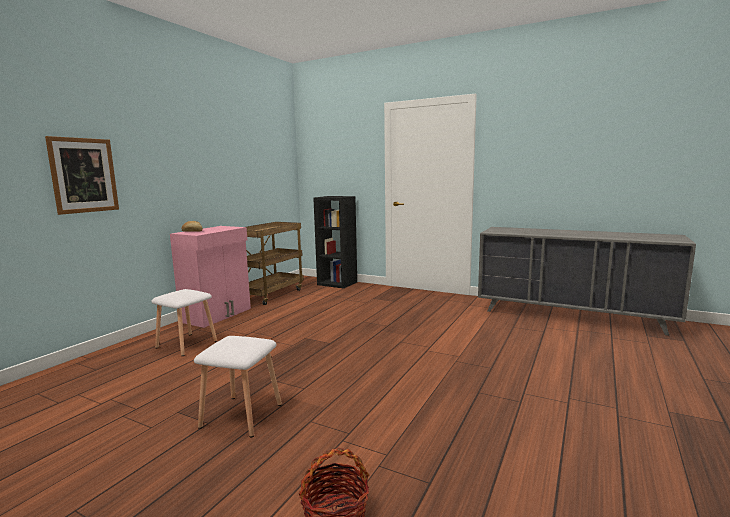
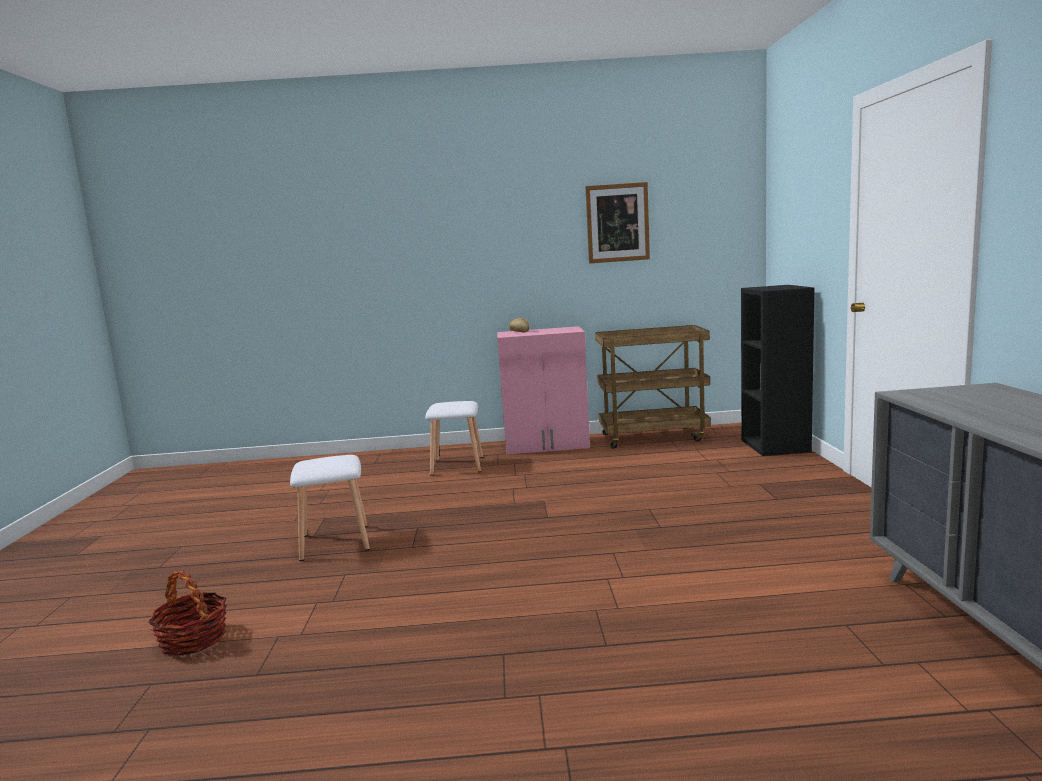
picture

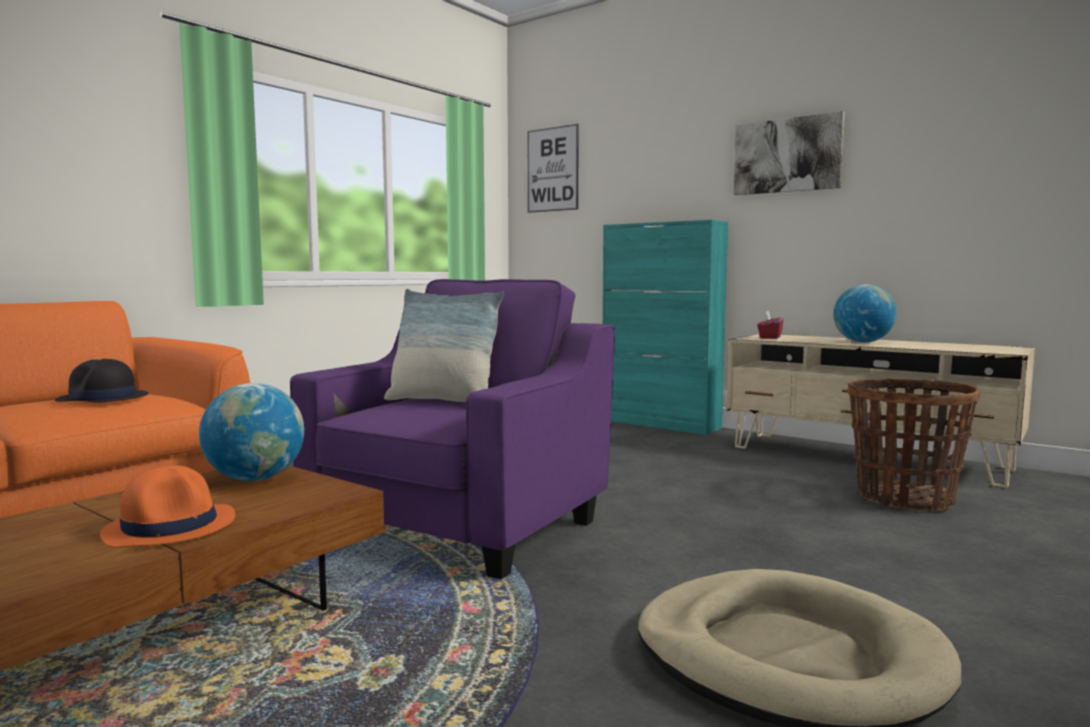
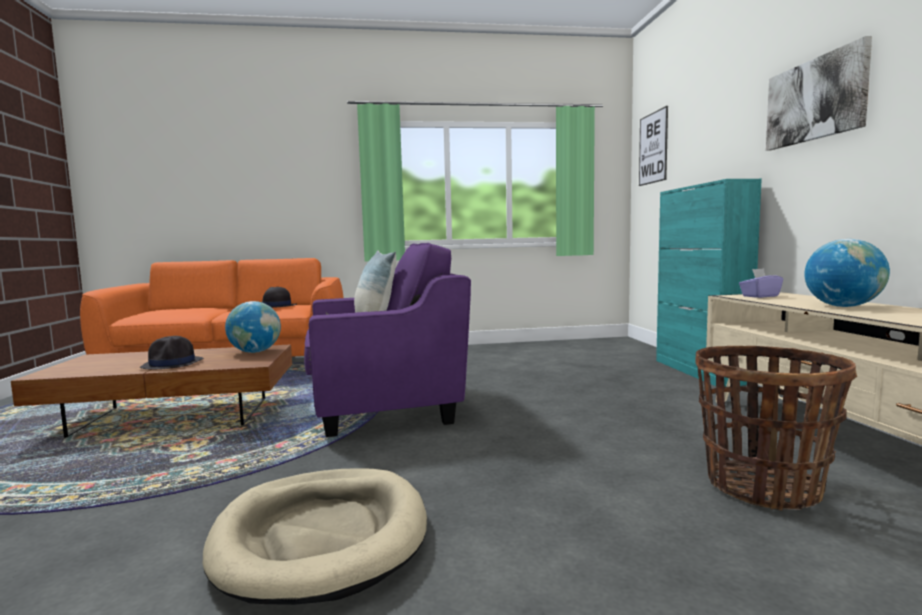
hat (black) (no. 1 from left)
tissue box (purple)

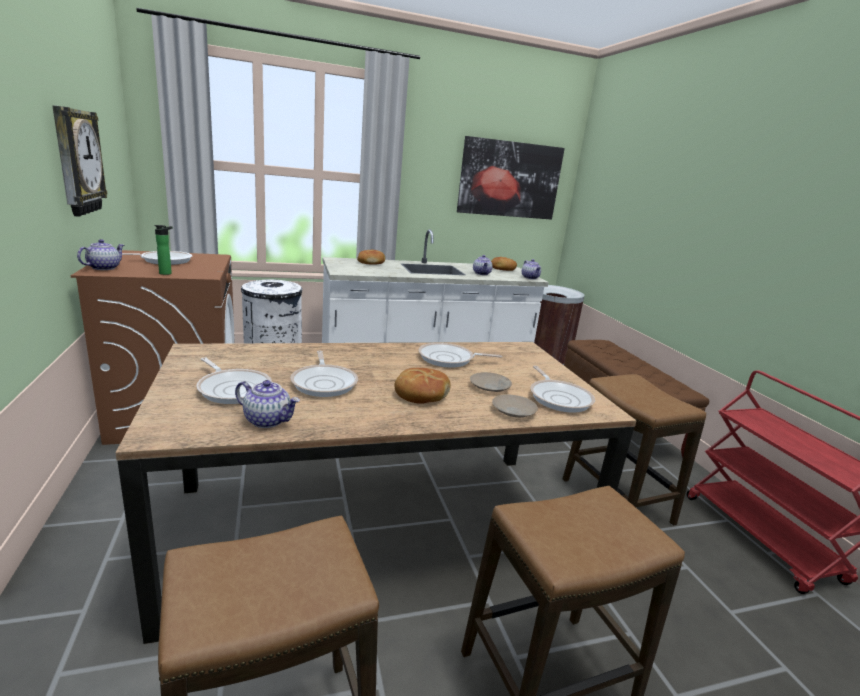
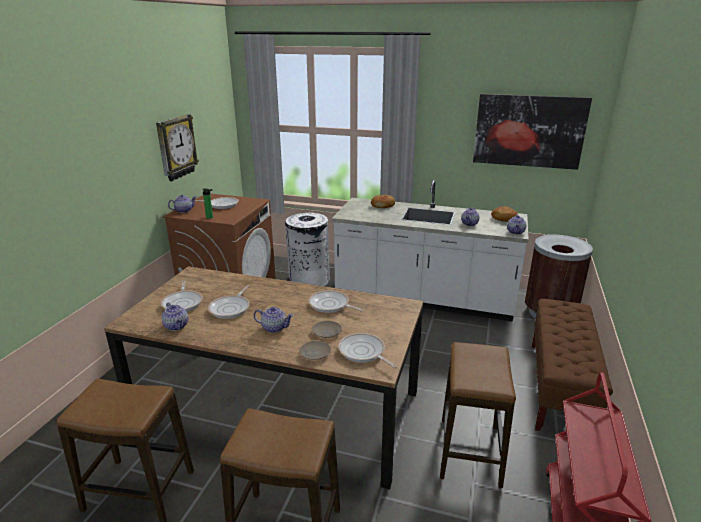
teapot (no. 3 from left)
frying pan (no. 5 from left)

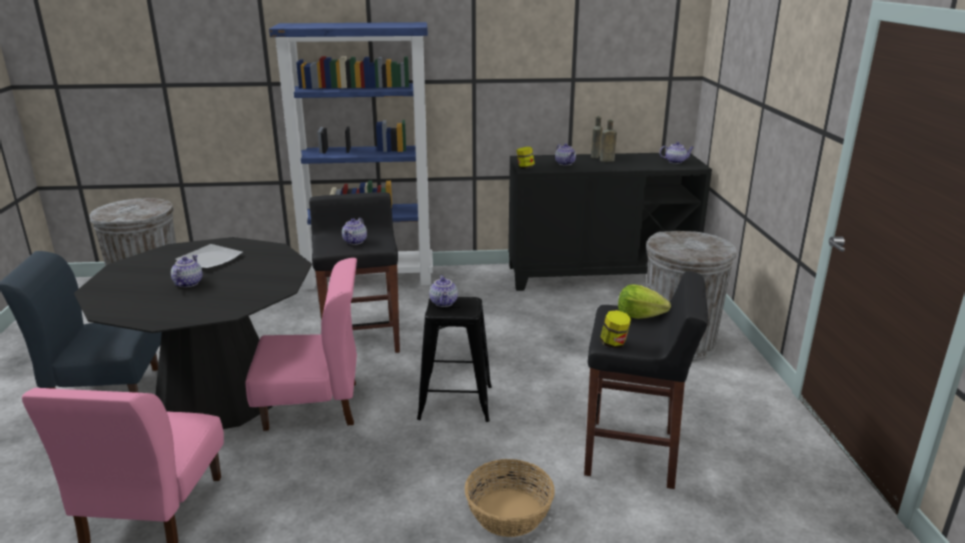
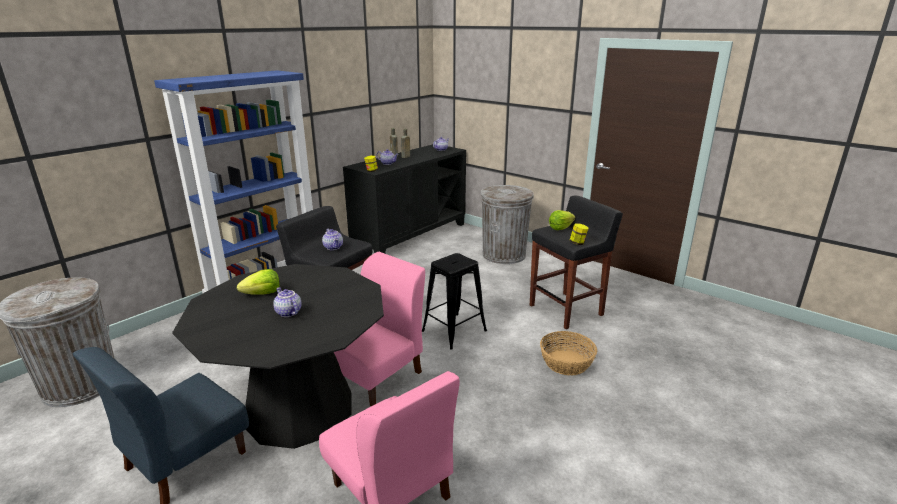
lettuce (no. 1 from left)
teapot (no. 3 from left in the first image)

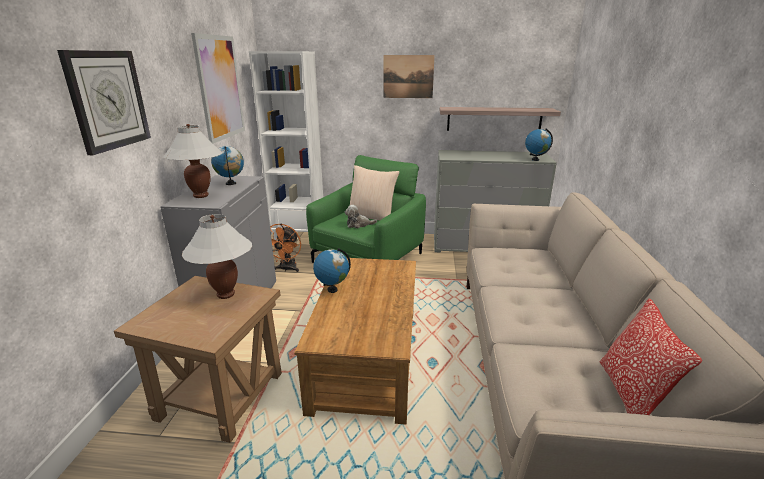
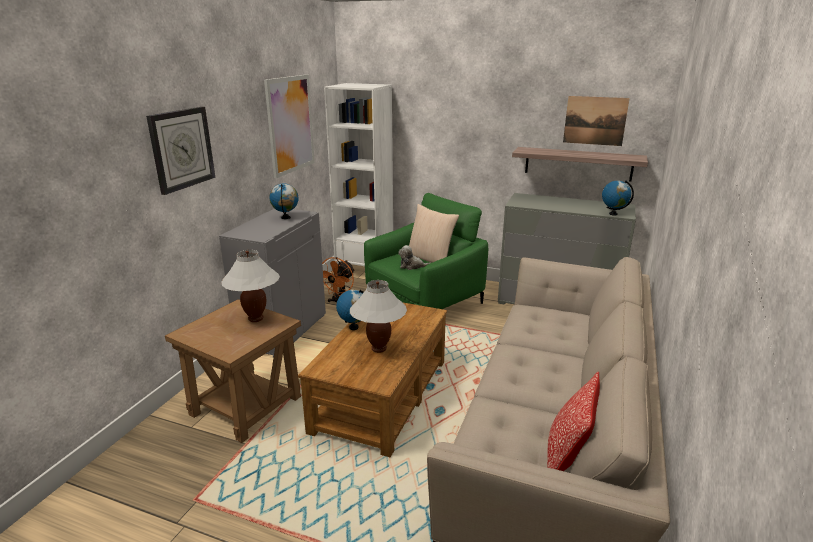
table lamp (white) (no. 2 from left)
picture (no. 2 from left)

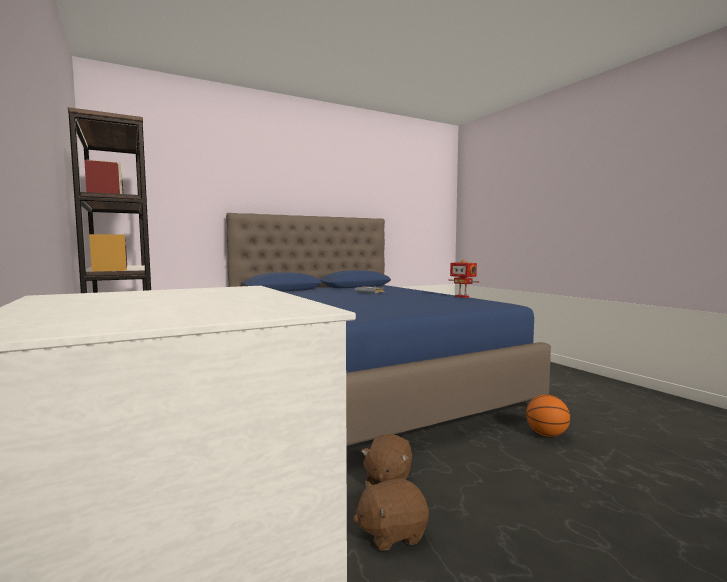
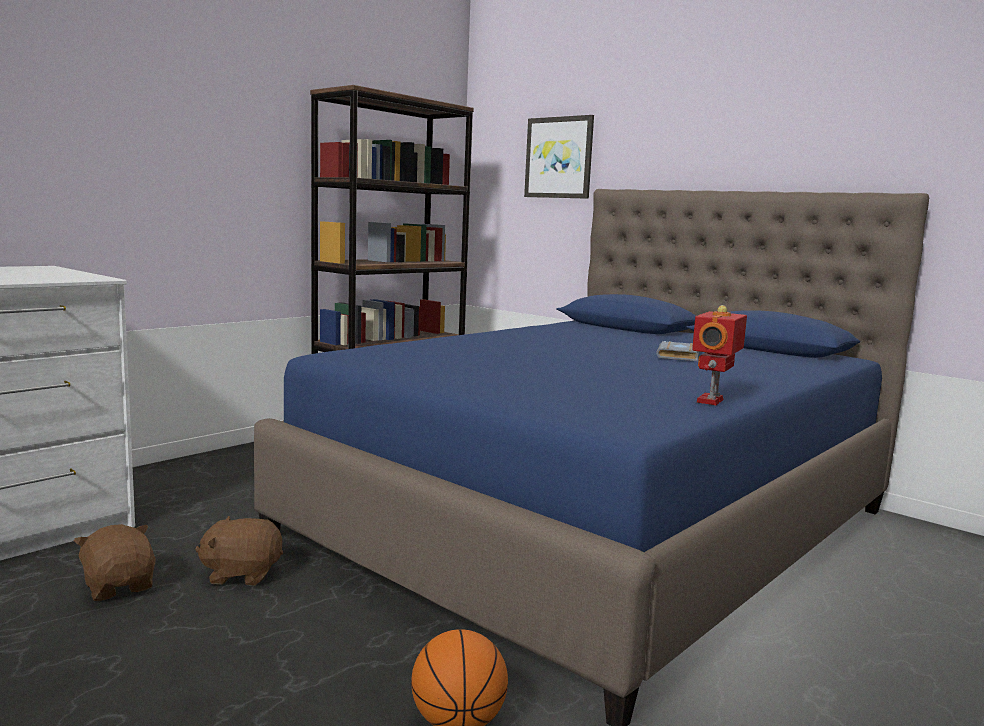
picture

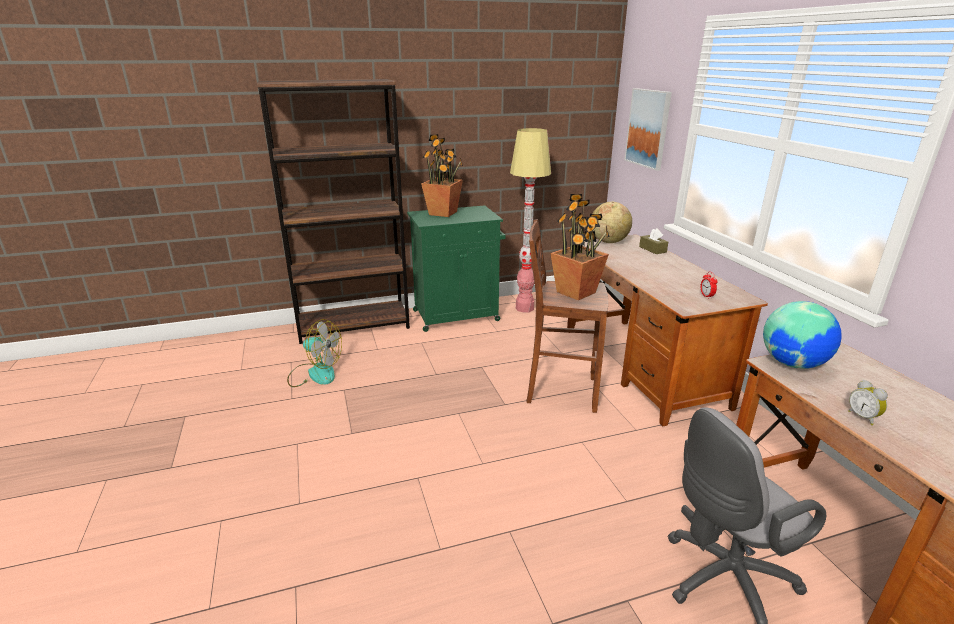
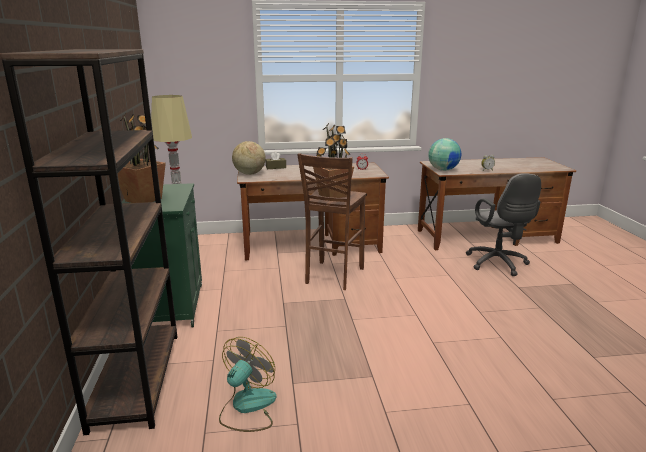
picture

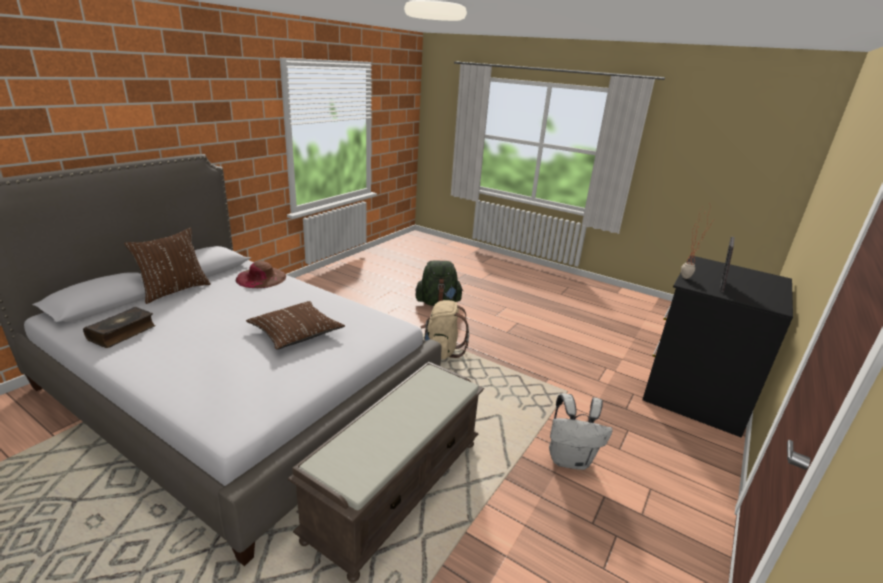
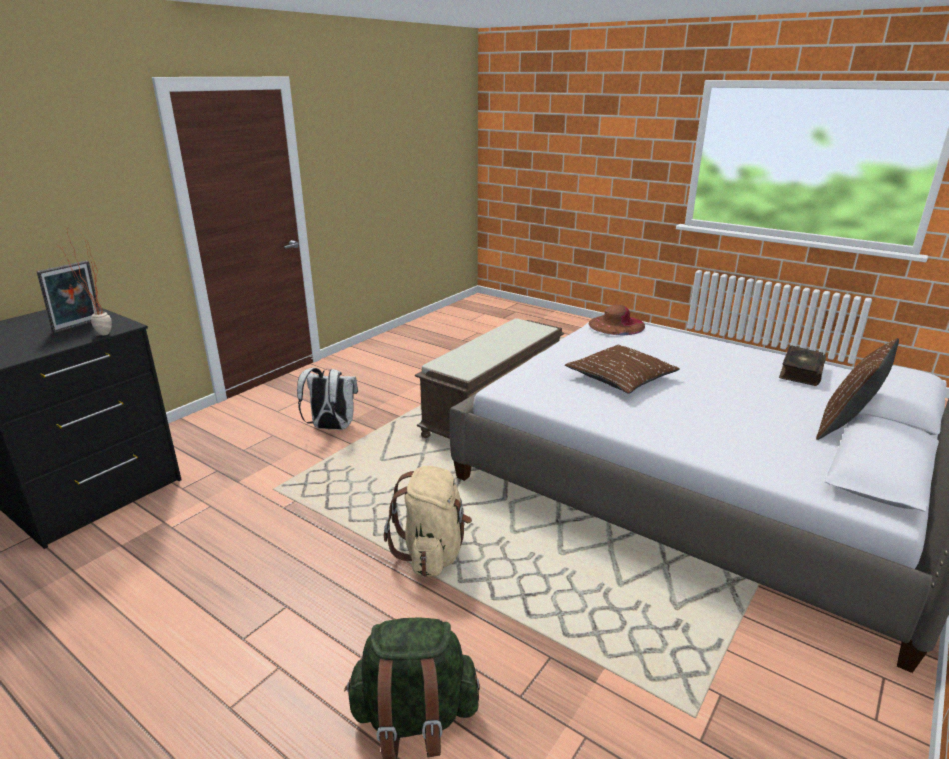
hat (brown)

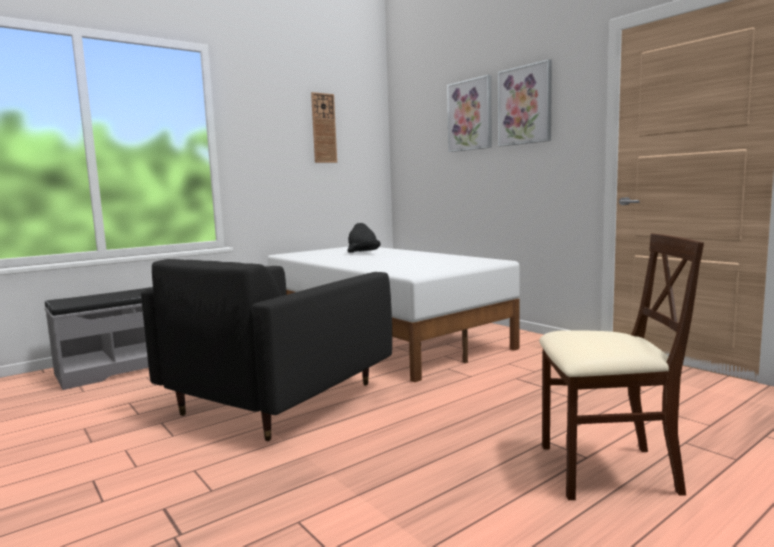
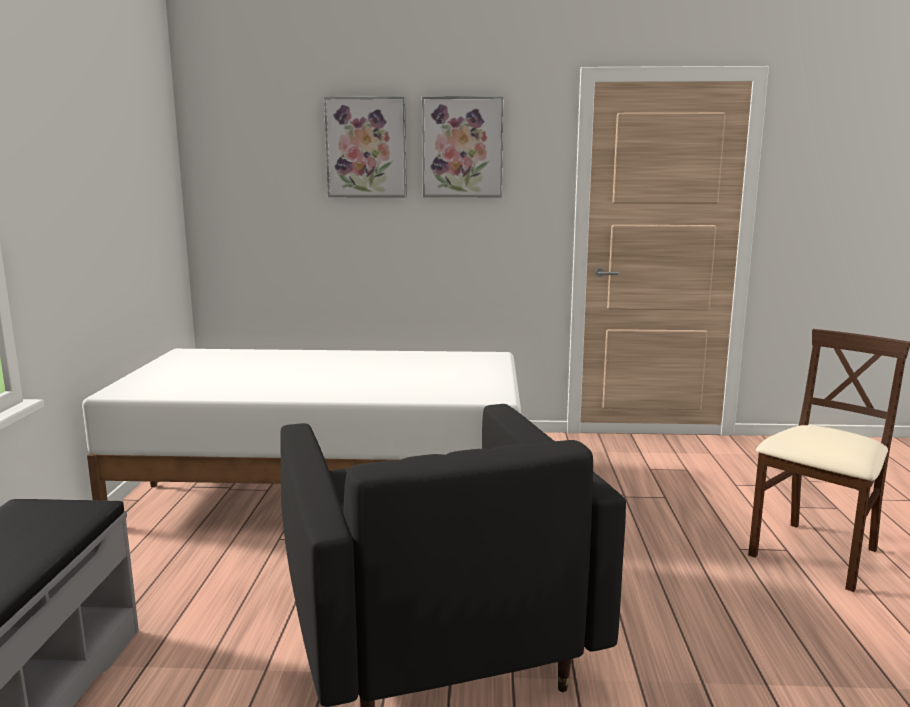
wall clock
hat (black)

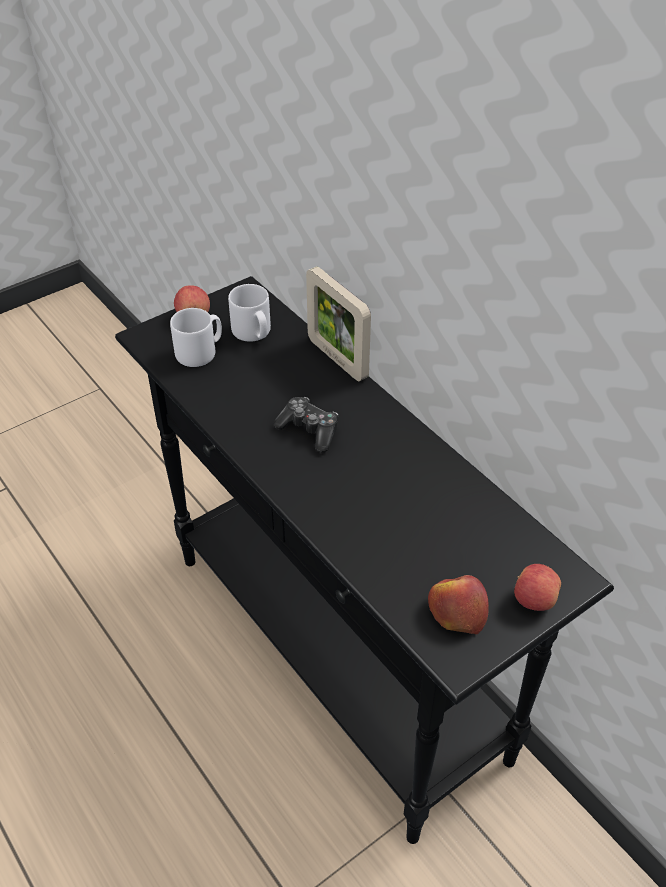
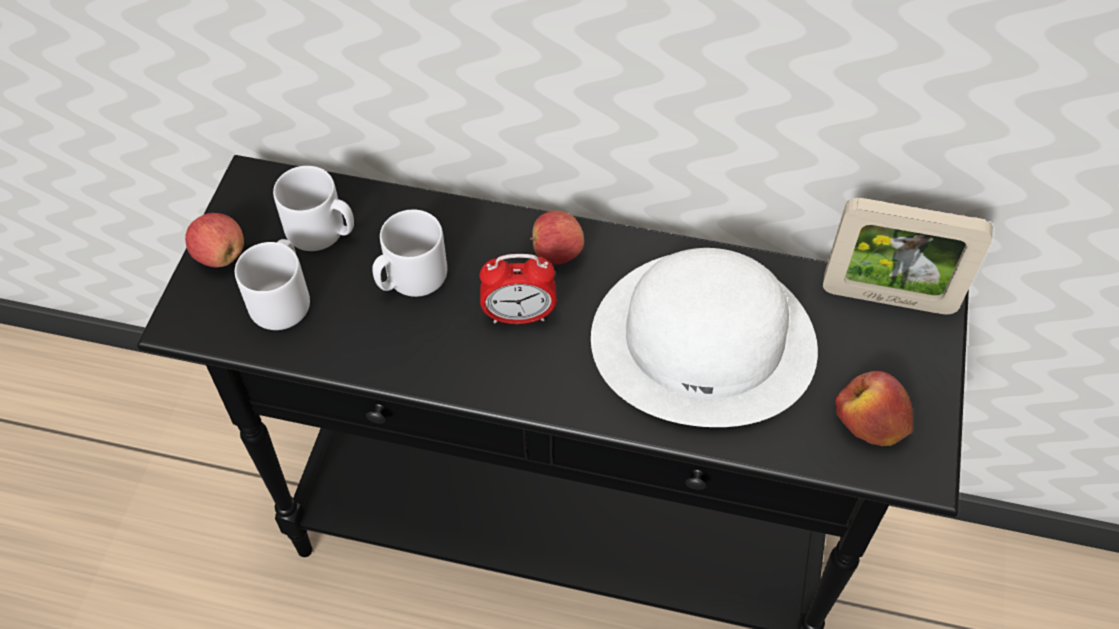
mug (white) (no. 3 from left)
alarm clock
apple (no. 2 from left)
hat (white)
picture frame

